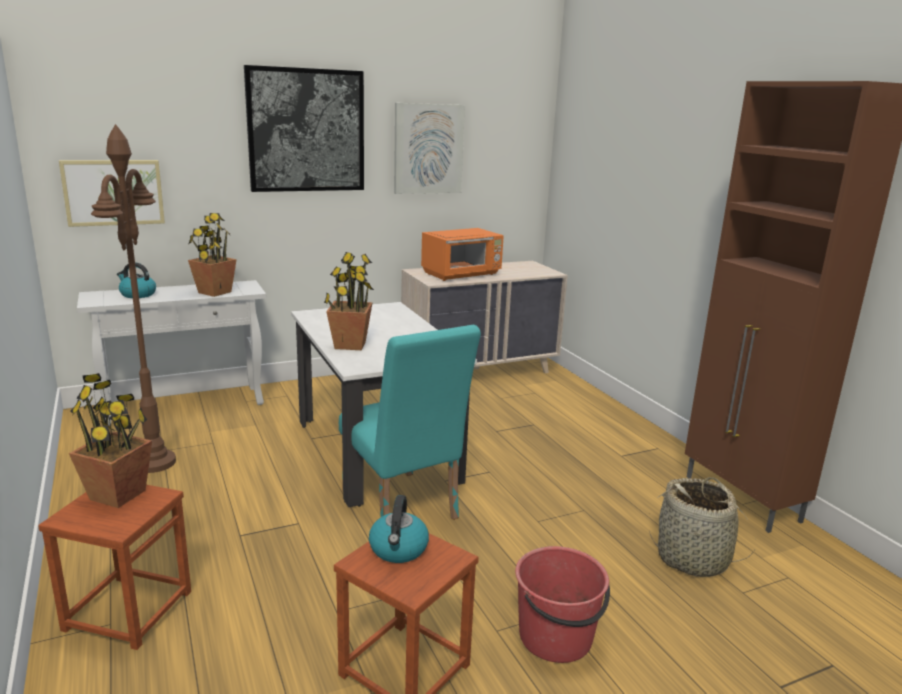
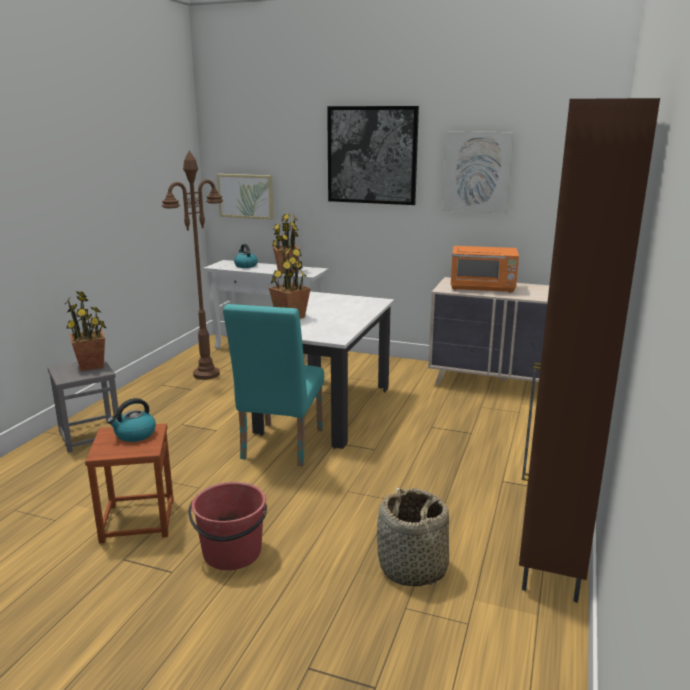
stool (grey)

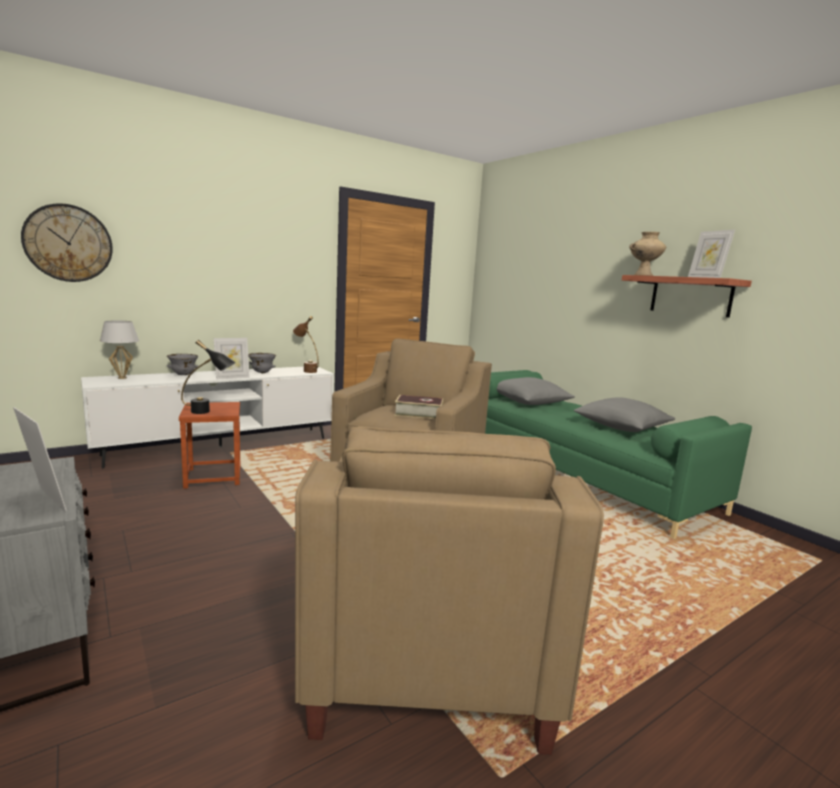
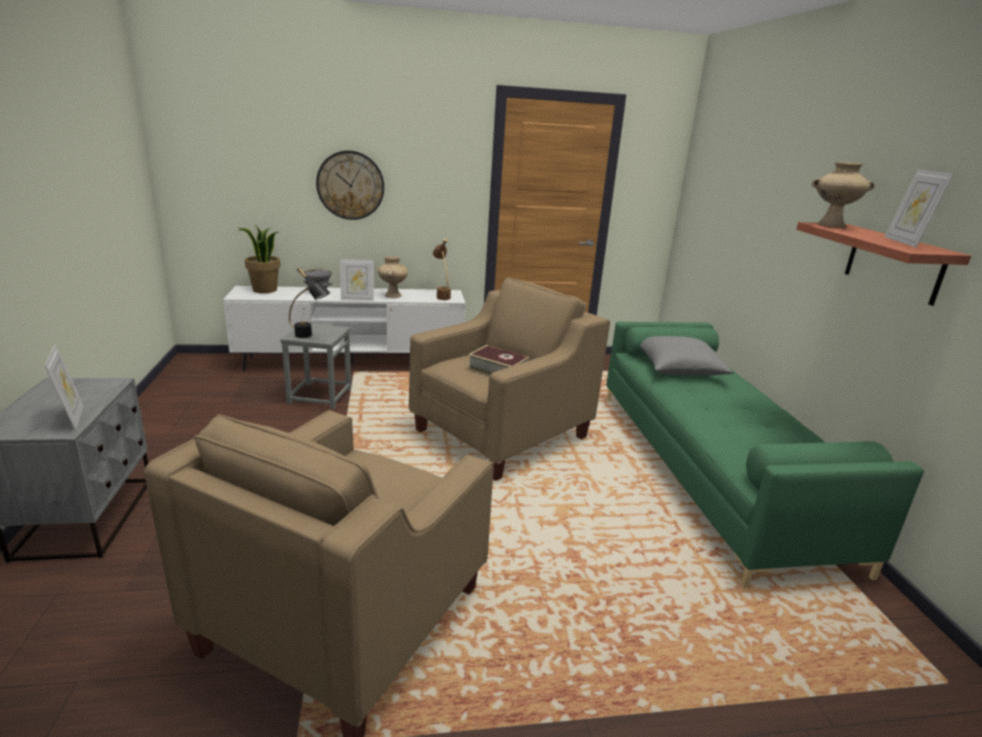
potted plant
stool (grey)
wall clock
vase (beige) (no. 1 from left)
pillow (grey) (no. 2 from left in the first image)

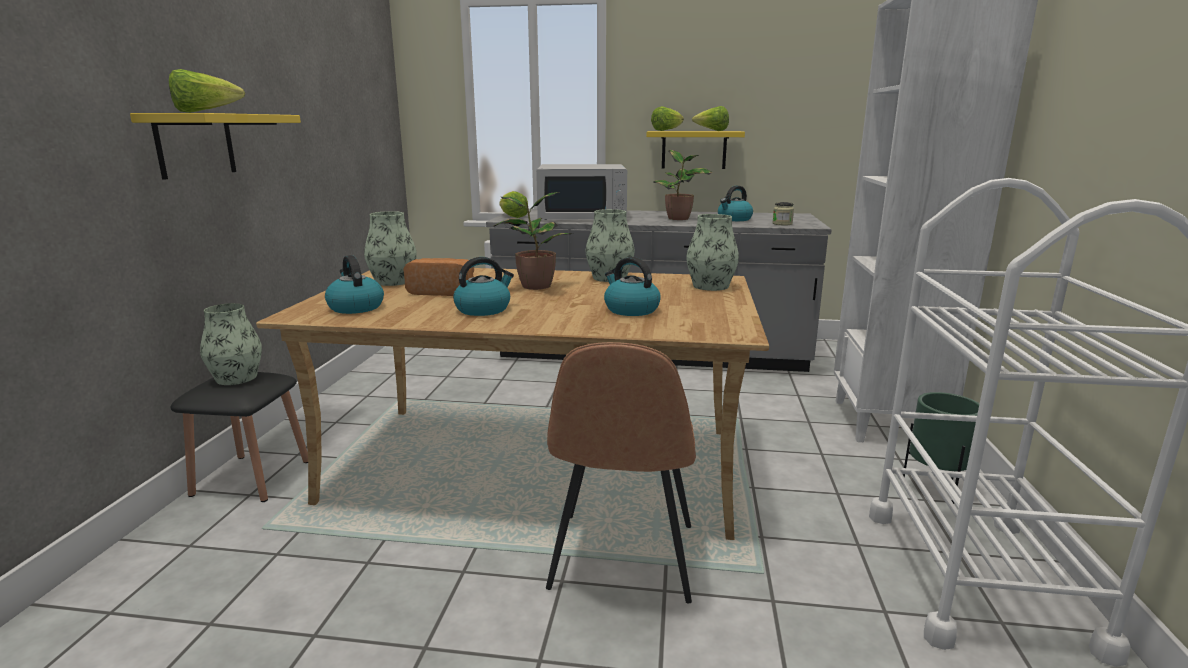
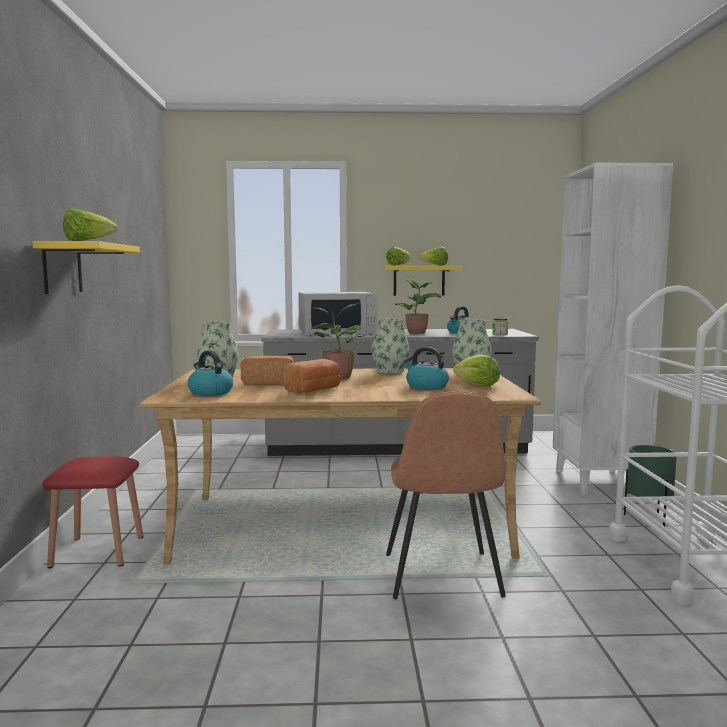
stool (red)
bread (no. 2 from left)
lettuce (no. 4 from left)
vase (no. 1 from left in the first image)

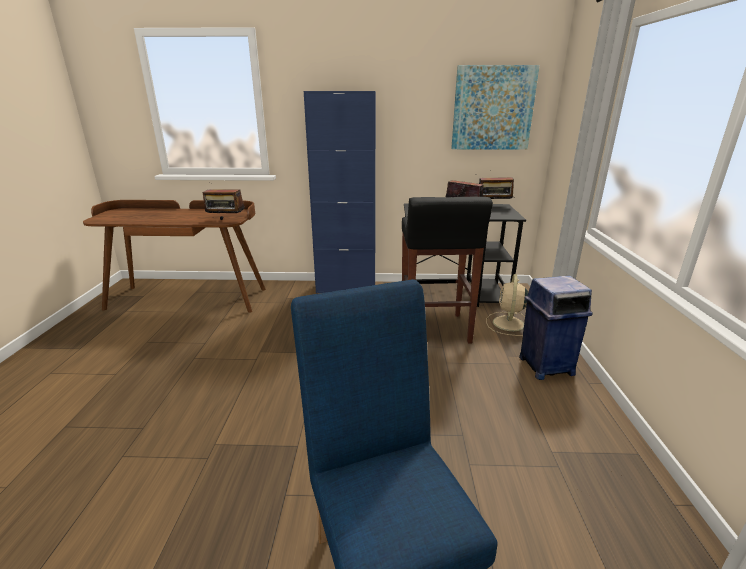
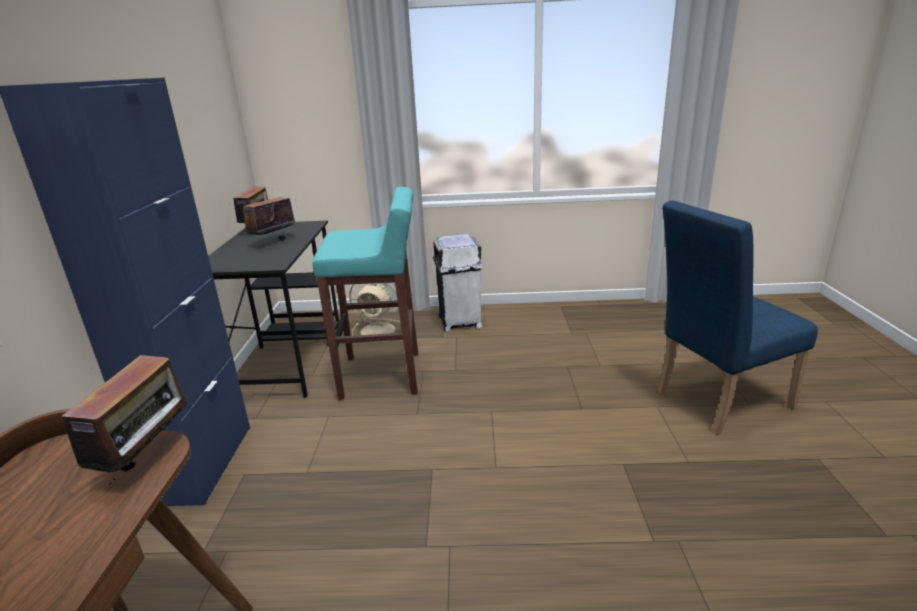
stool (turquoise)
trash can (white)
picture

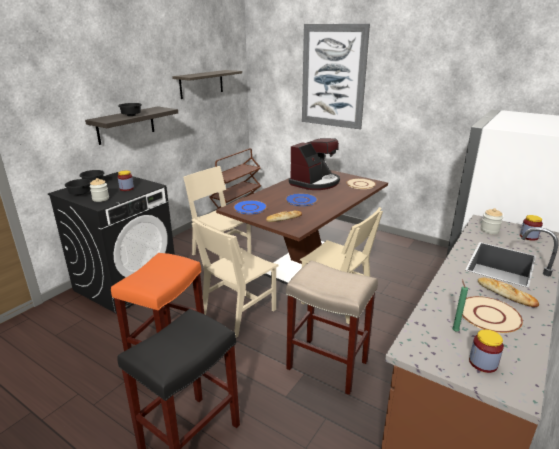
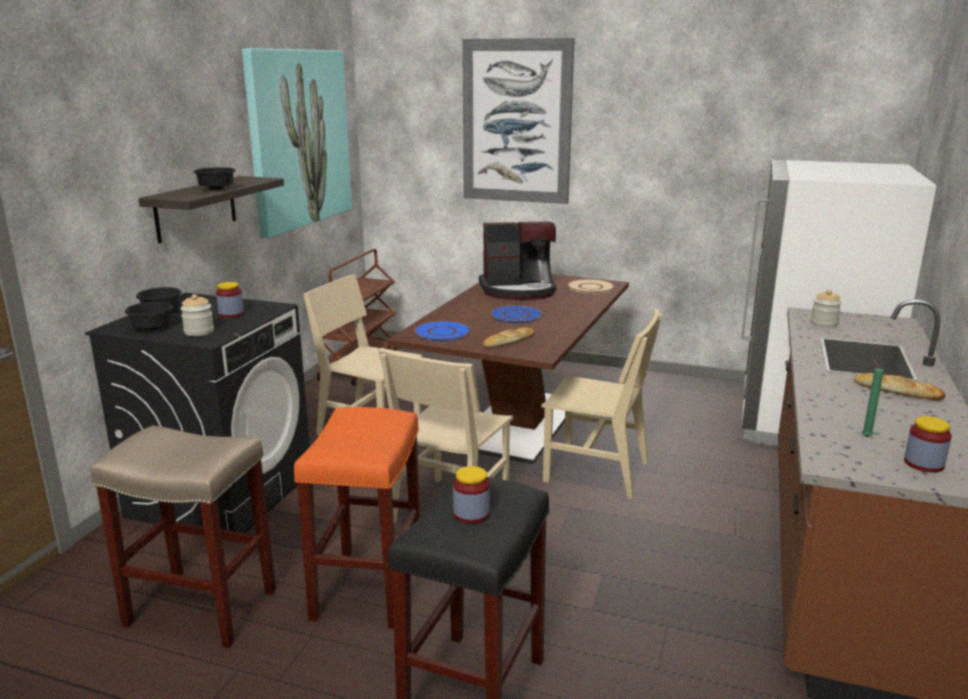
stool (beige)
picture (no. 1 from left)
jar (no. 3 from left)
coffee machine
plate (beige) (no. 2 from left in the first image)

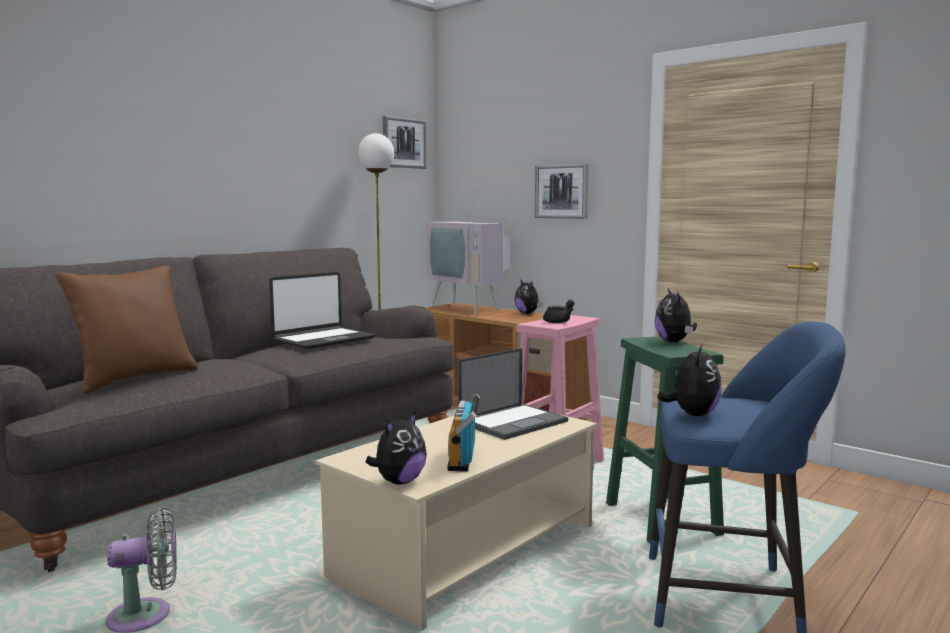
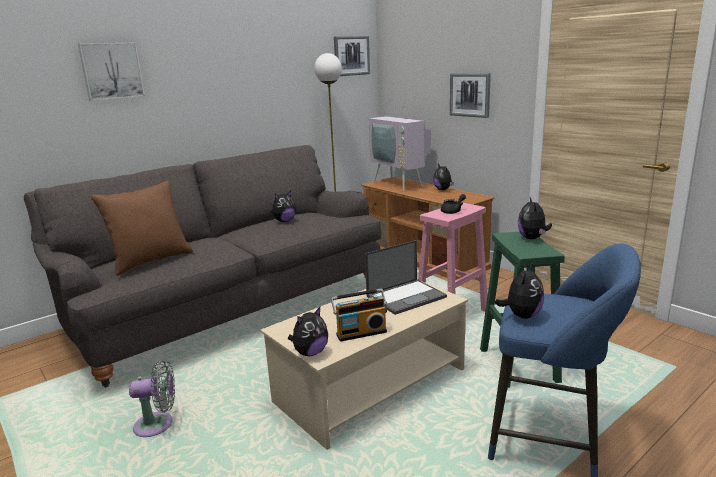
picture (no. 1 from left)
plush toy (no. 1 from left)
radio

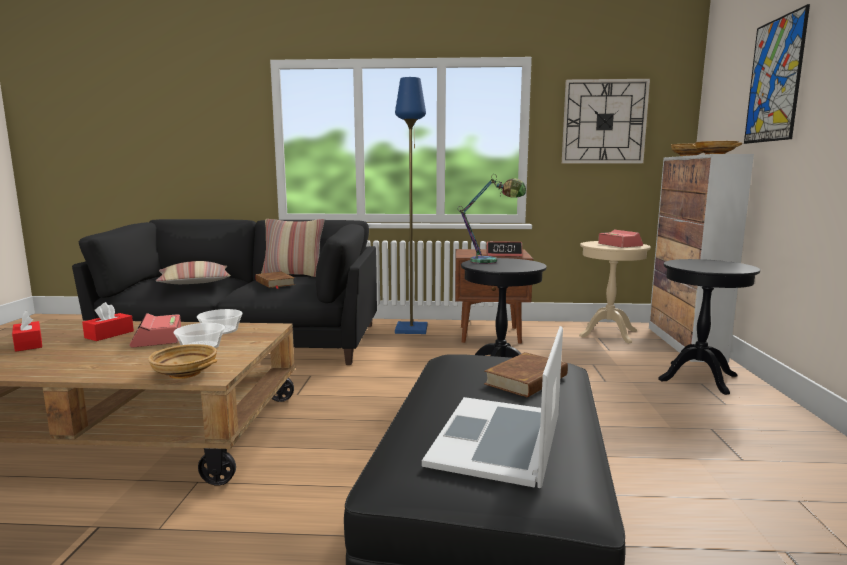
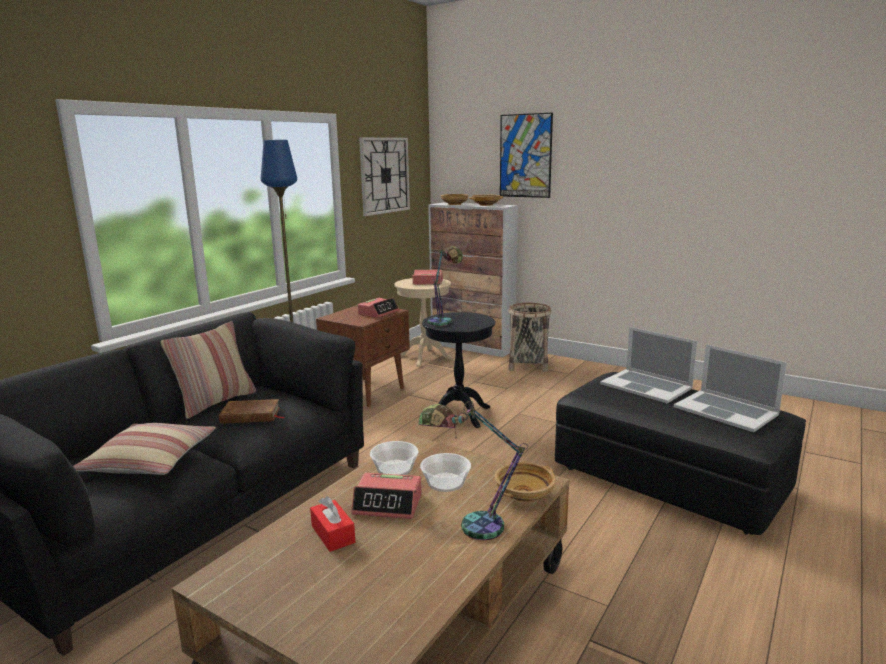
table lamp (no. 2 from left)
basket
laptop (no. 1 from left)
tissue box (red) (no. 1 from left in the first image)

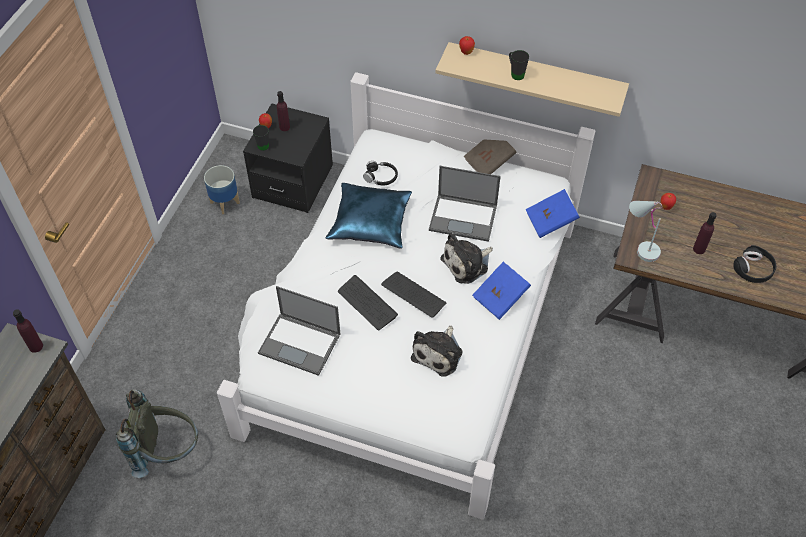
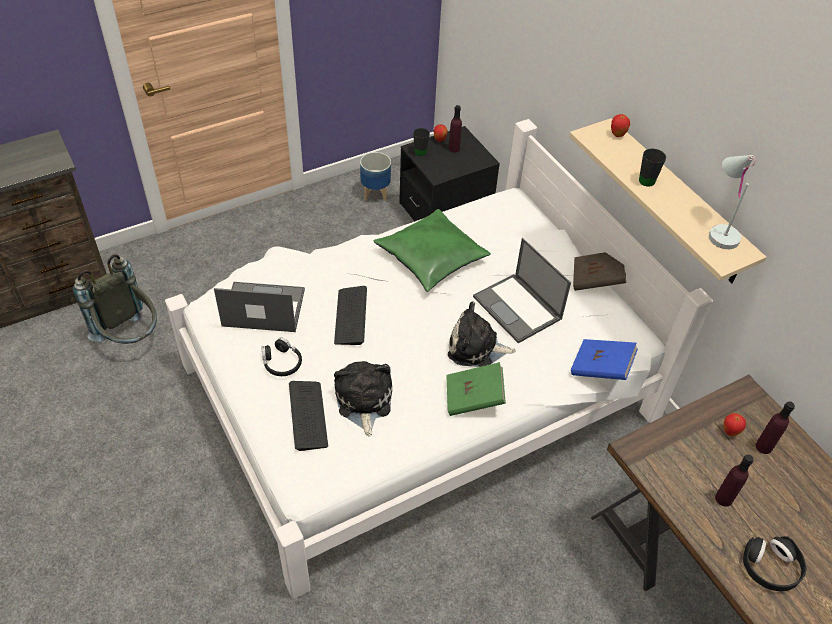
laptop (no. 1 from left)
headphones (black) (no. 1 from left)
keyboard (no. 1 from left)
plush toy (no. 1 from left)
pillow (green)
book (green)
table lamp (white)
bottle (purple) (no. 3 from left)

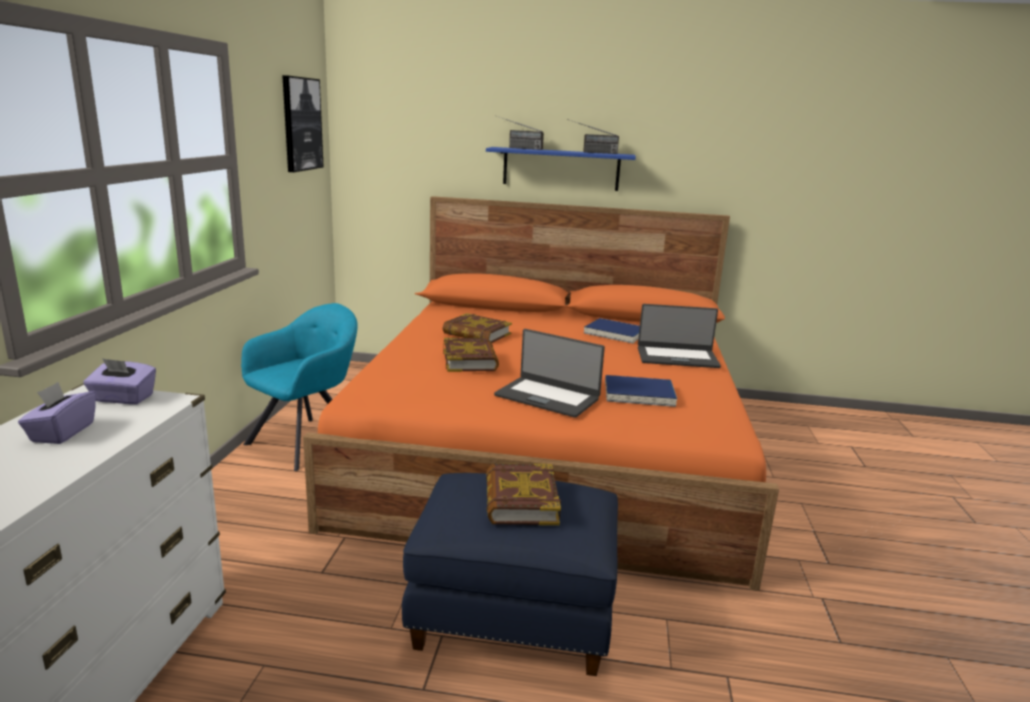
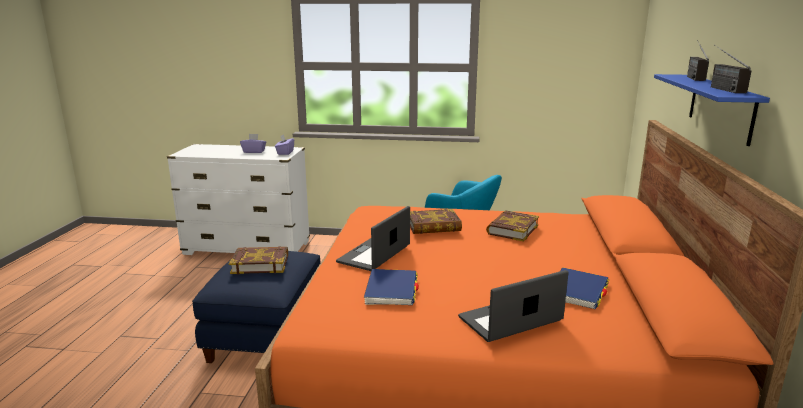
laptop (no. 2 from left)
picture

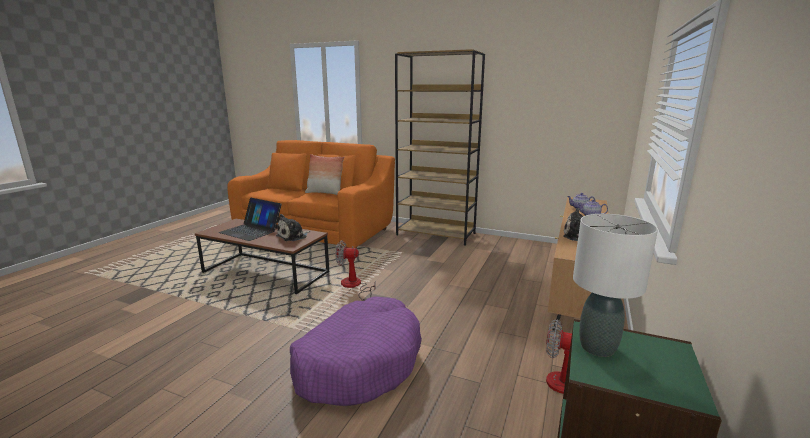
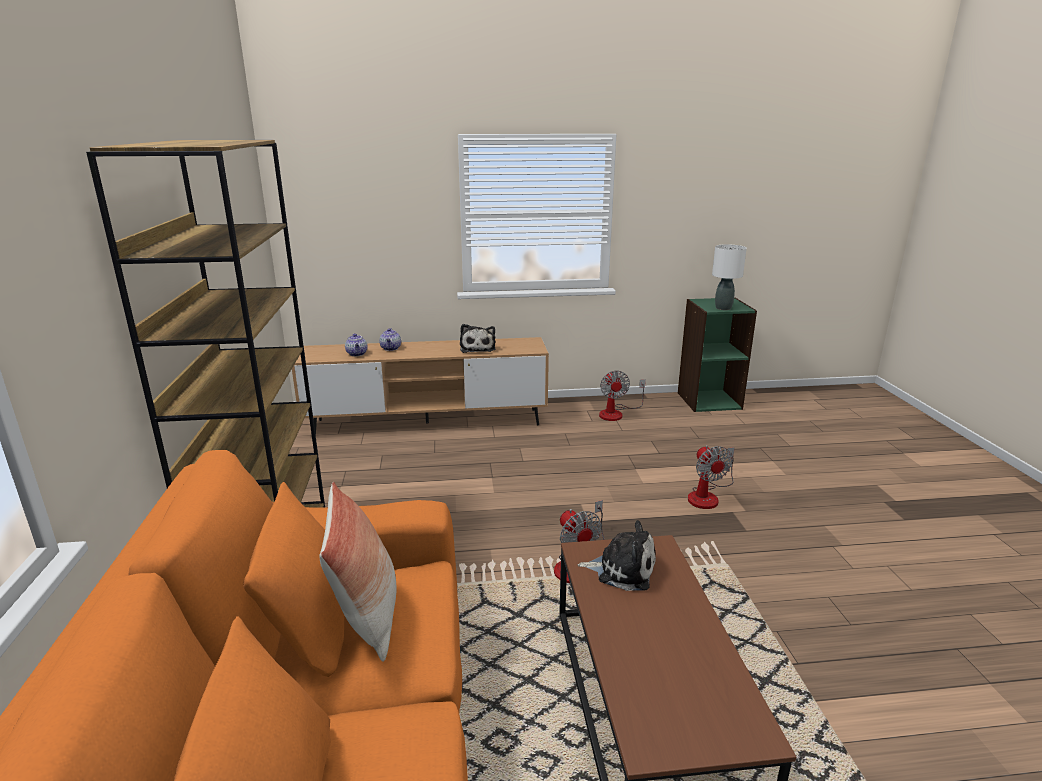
fan (no. 3 from left)
laptop

